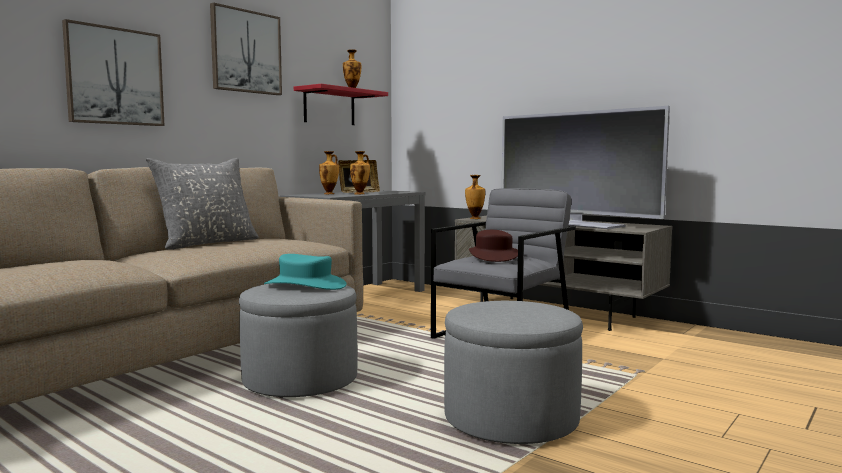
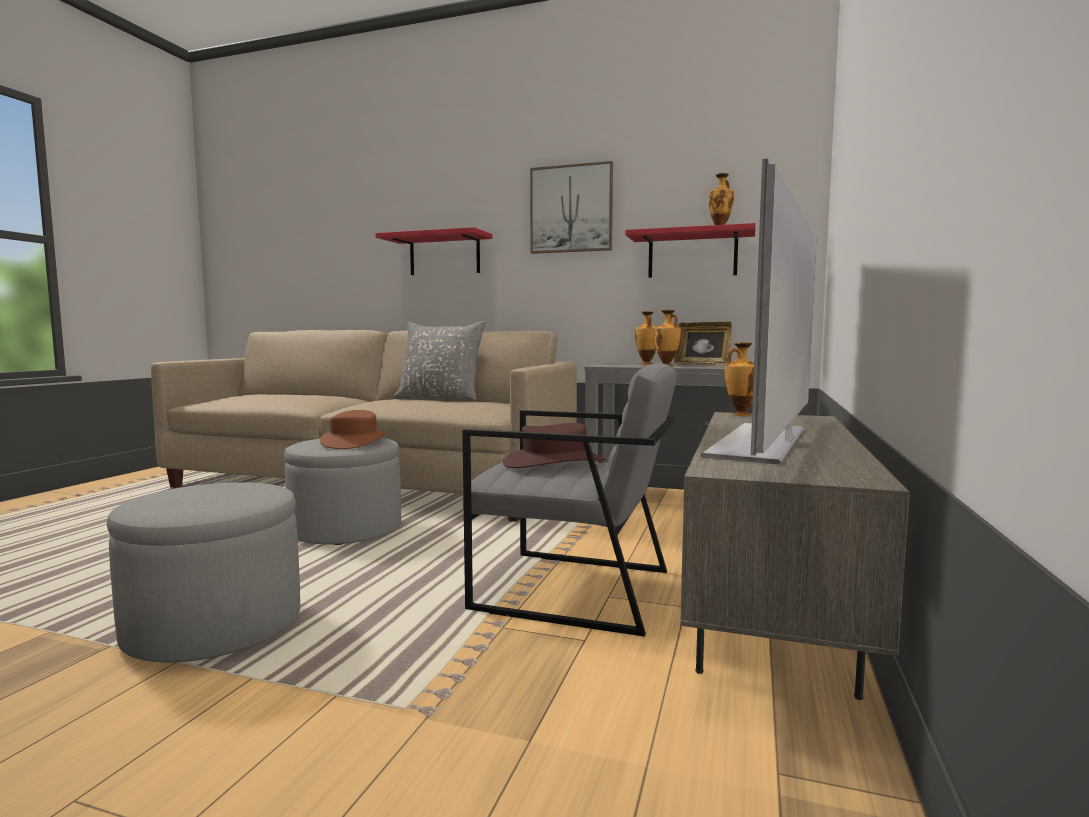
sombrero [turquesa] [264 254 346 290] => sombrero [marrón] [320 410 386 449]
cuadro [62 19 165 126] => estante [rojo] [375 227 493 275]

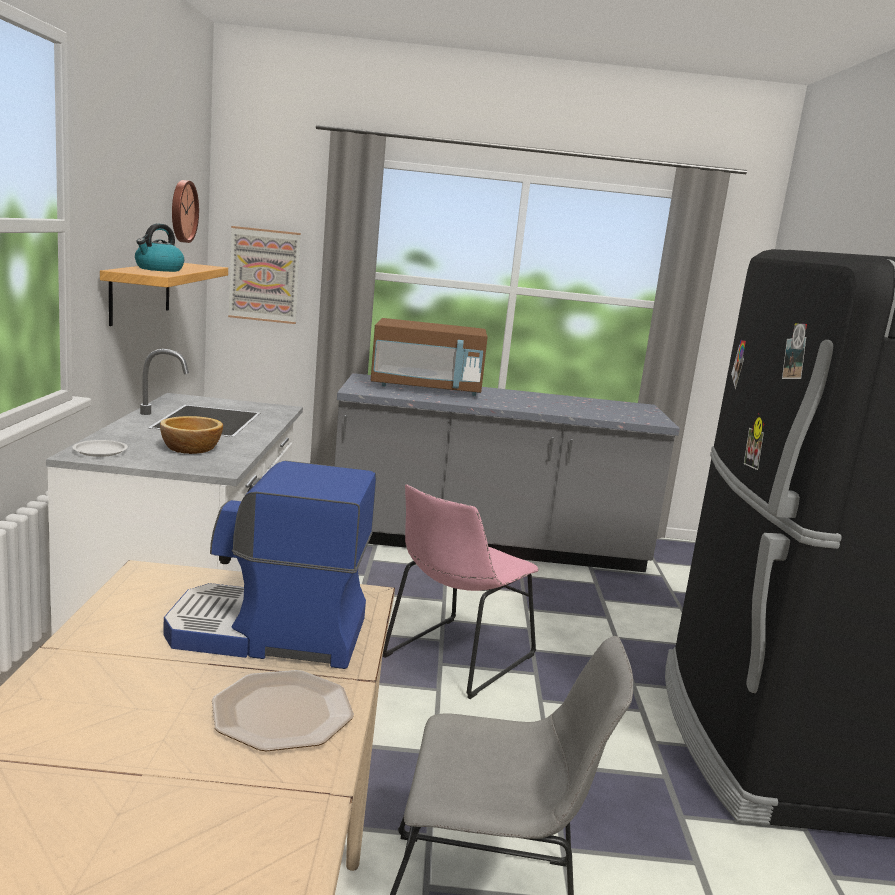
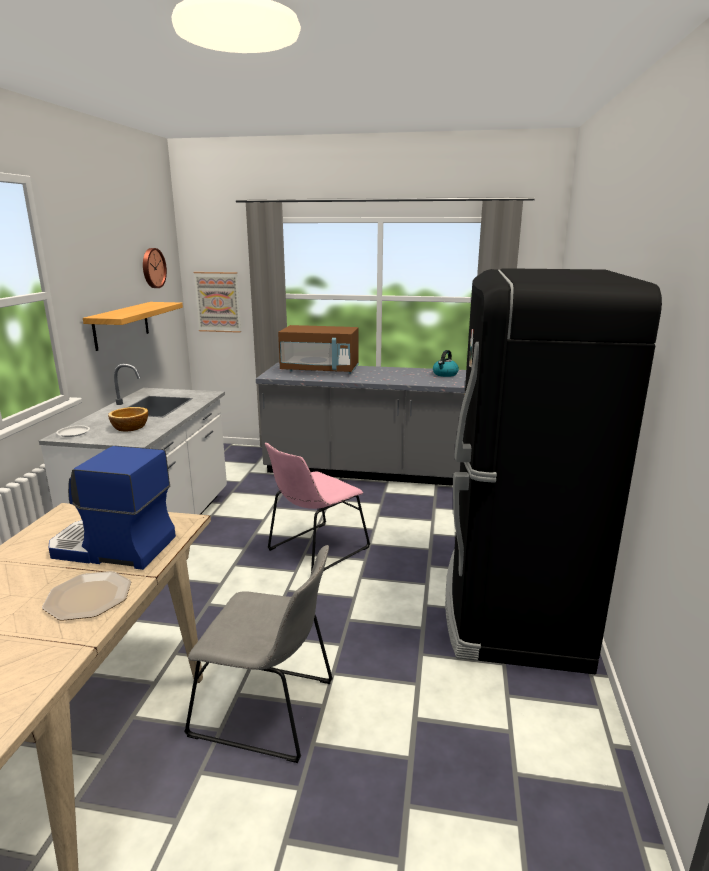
hervidor [135 223 184 272] => hervidor [433 350 459 377], moved

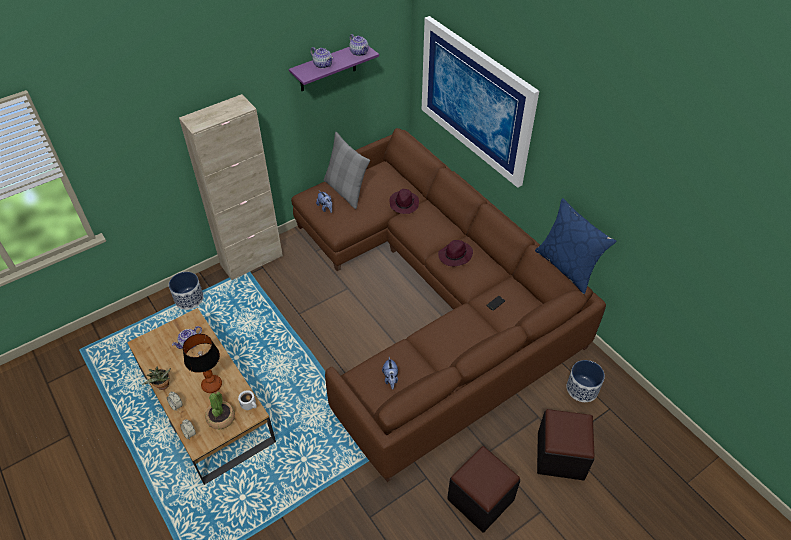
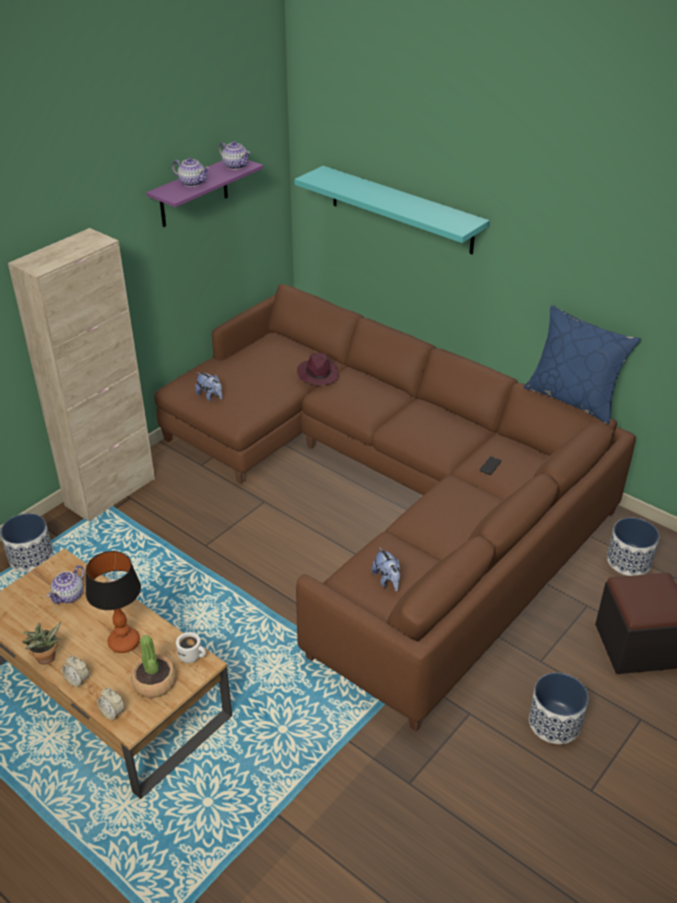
cuadro [422 16 539 188] => estante [turquesa] [294 166 490 254]
puf [negro] [447 446 520 533] => maceta [529 673 588 744]
cojín [gris] [324 132 370 209] => nothing
sombrero [morado] [438 240 473 266] => nothing

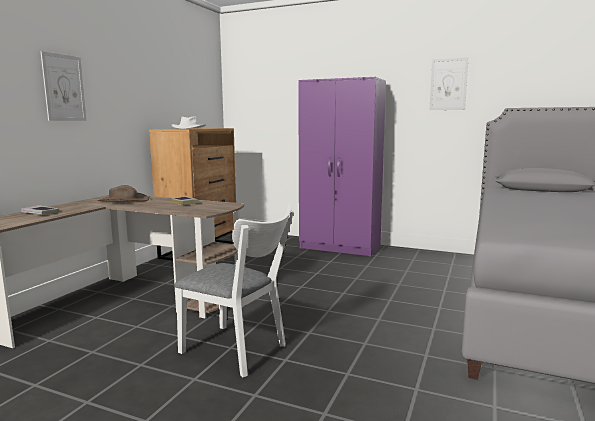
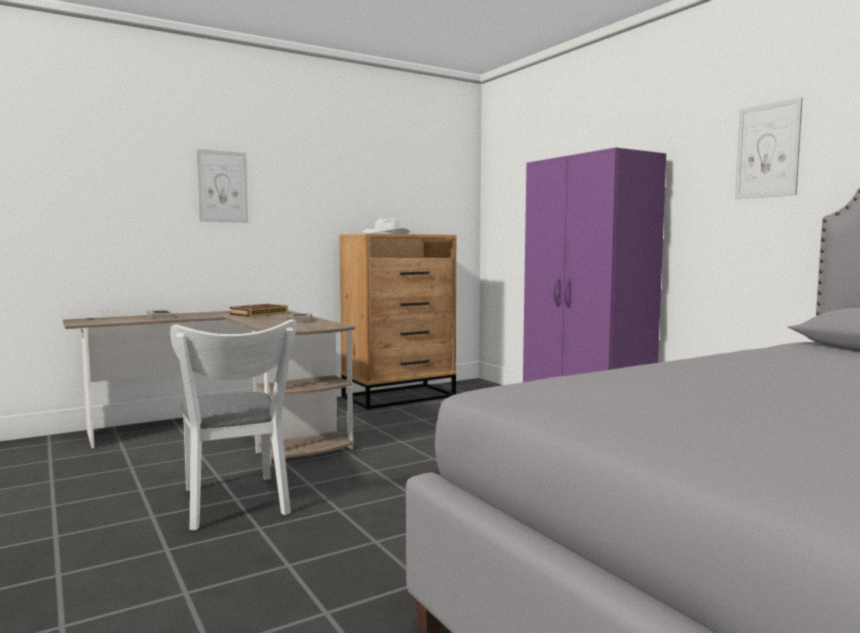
sombrero [marrón] [97 185 149 201] => libro [229 304 288 317]

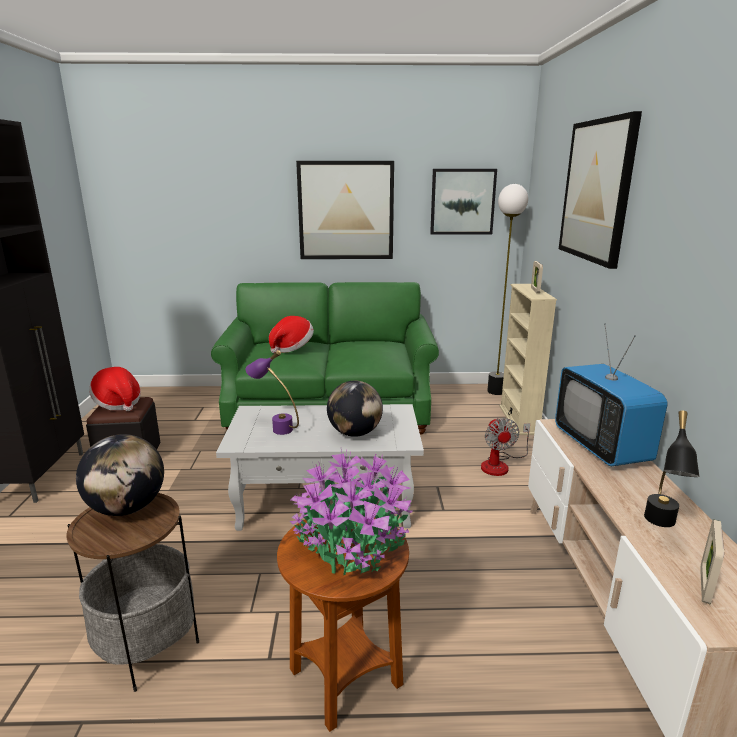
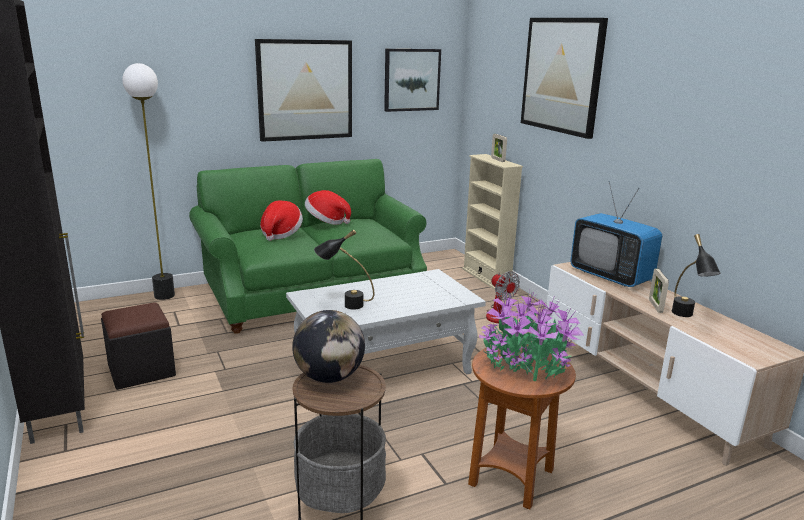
lámpara de pie [487 184 528 395] => lámpara de pie [122 63 175 300], moved
sombrero [89 367 141 411] => sombrero [305 190 351 225], moved
lámpara de mesa [morado] [246 350 299 435] => lámpara de mesa [negro] [314 230 374 310]
portarretratos [700 519 724 604] => portarretratos [649 269 669 313], moved
globo terráqueo [327 381 383 437] => nothing

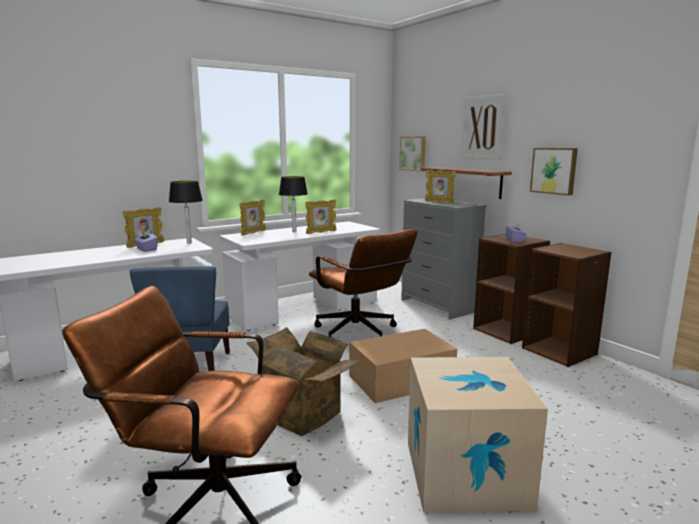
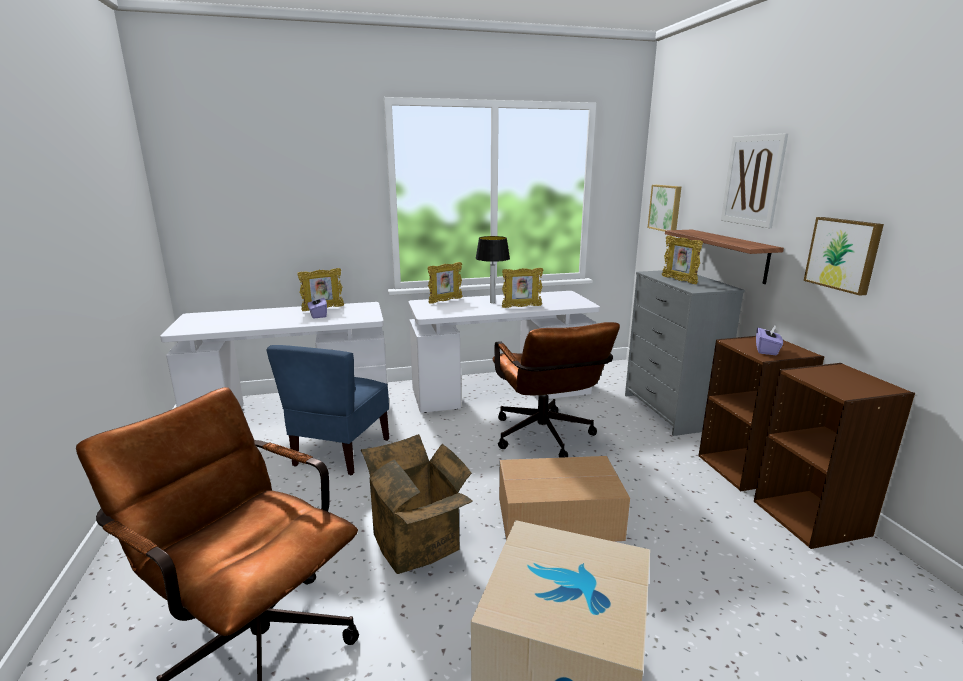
lámpara de mesa [169 181 203 244] => nothing

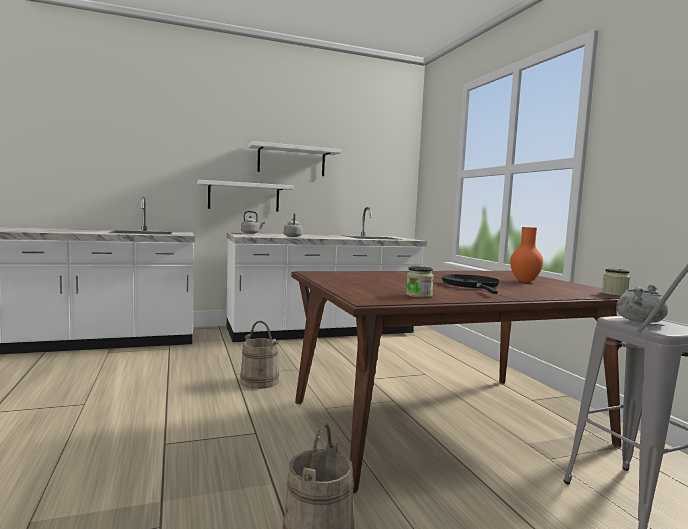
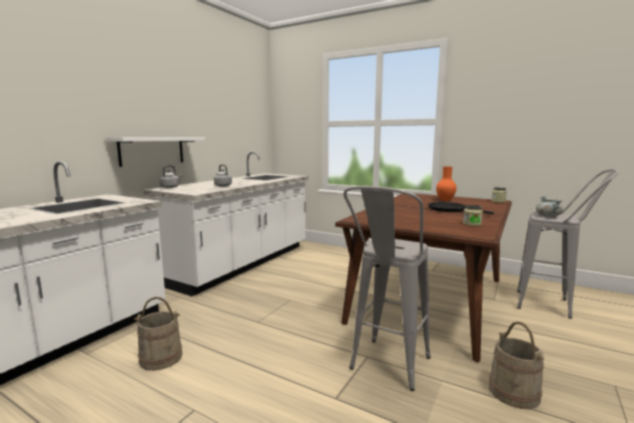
cubo [beis] [240 321 279 389] => cubo [beis] [134 297 182 371], moved
nothing => taburete [gris] [343 186 431 391]
estante [blanco] [248 141 341 176] => nothing

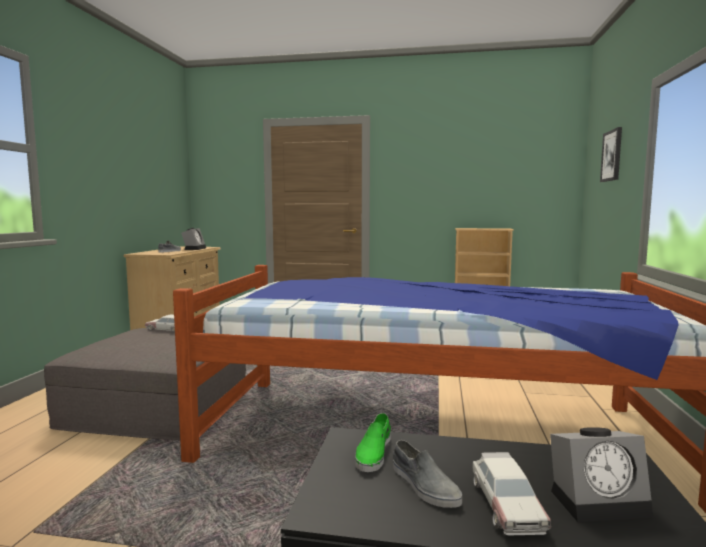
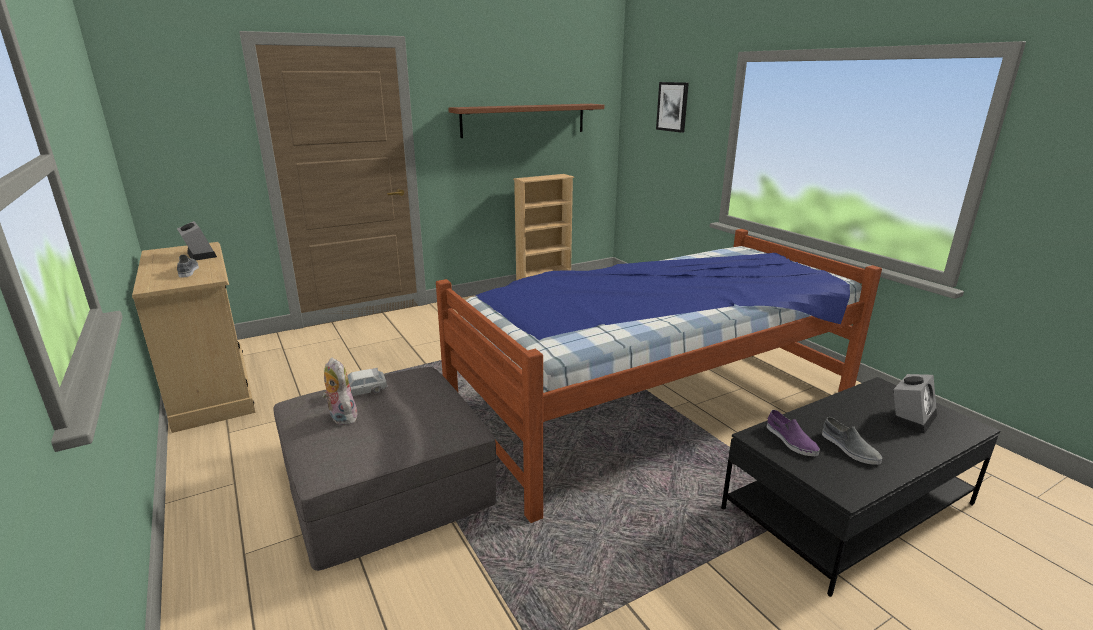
nothing => peluche [322 357 357 425]
nothing => estante [marrón] [448 104 604 138]
zapato [verde] [355 413 391 472] => zapato [morado] [767 410 820 456]
zapato [gris] [393 440 462 508] => zapato [gris] [822 417 882 465], 45 degrees clockwise
coche de juguete [472 452 551 535] => nothing

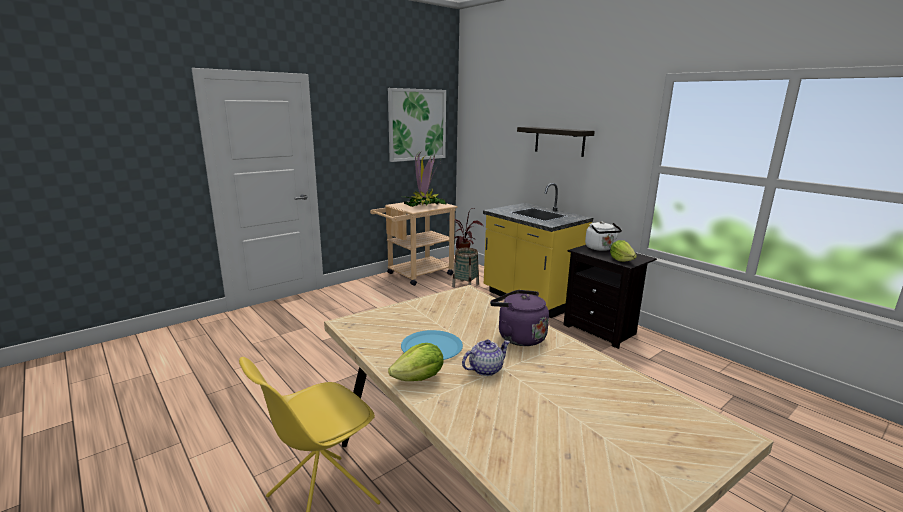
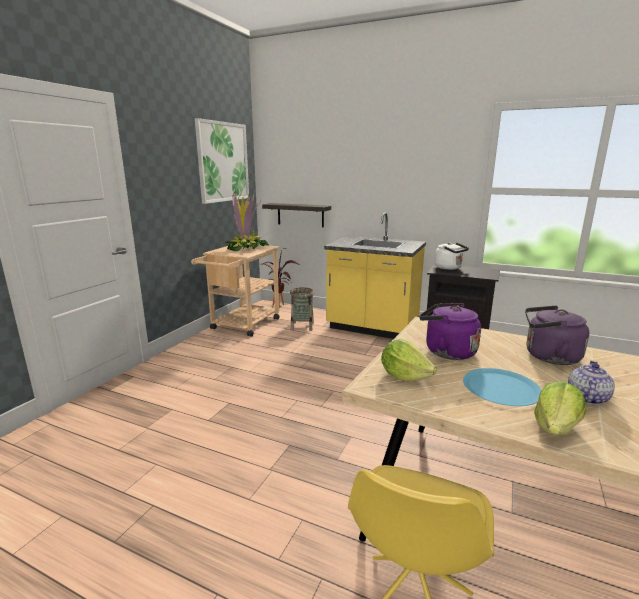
estante [517 127 595 157] => estante [262 203 331 227], moved
lechuga [610 240 637 262] => lechuga [381 339 437 381], moved
nothing => hervidor [morado] [419 303 481 360]

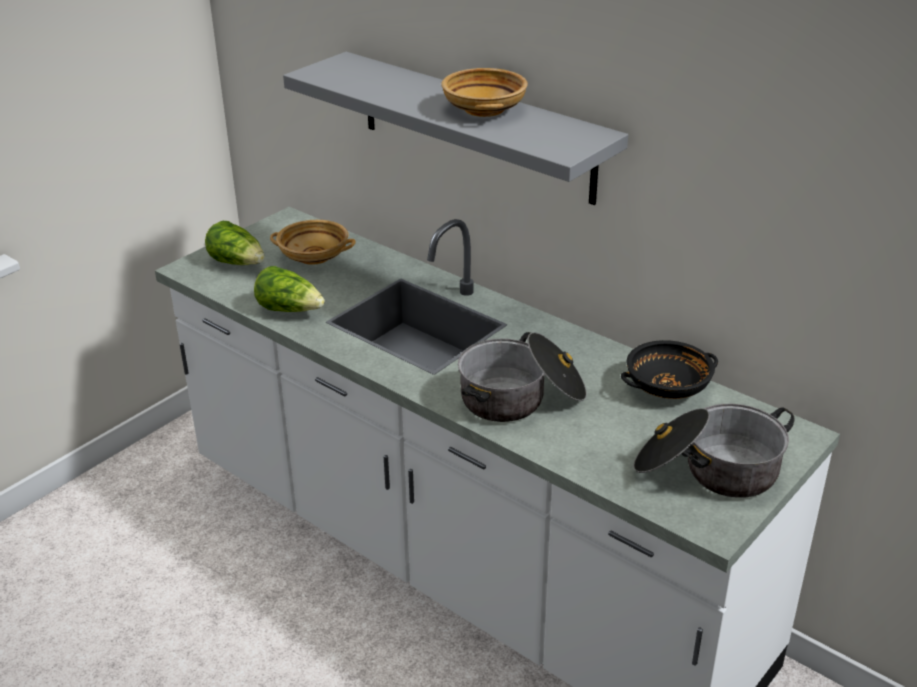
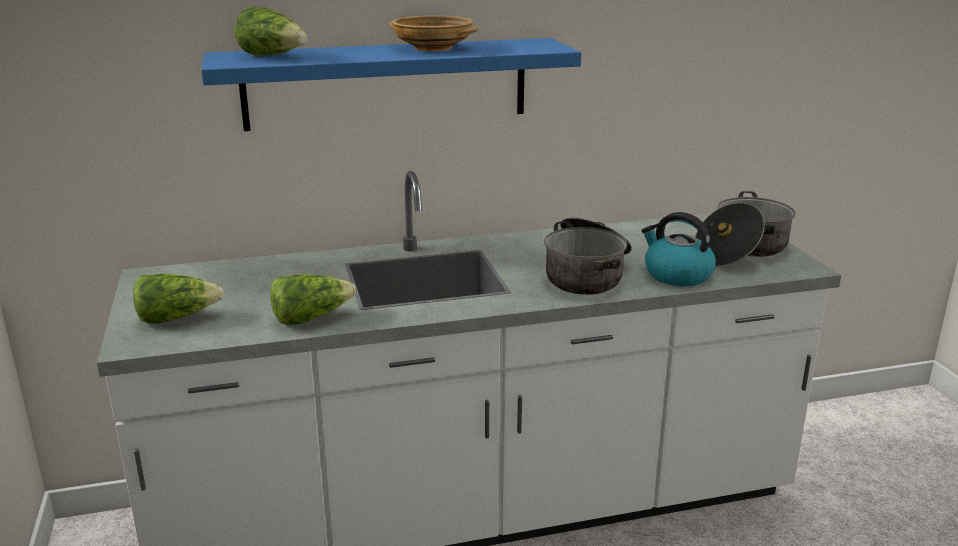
estante [gris] [283 52 628 205] => estante [azul] [201 38 581 131]
nothing => lechuga [234 6 307 56]
nothing => hervidor [642 212 716 286]
cuenco [beis] [270 220 356 265] => nothing
cuenco [negro] [621 340 718 399] => nothing

